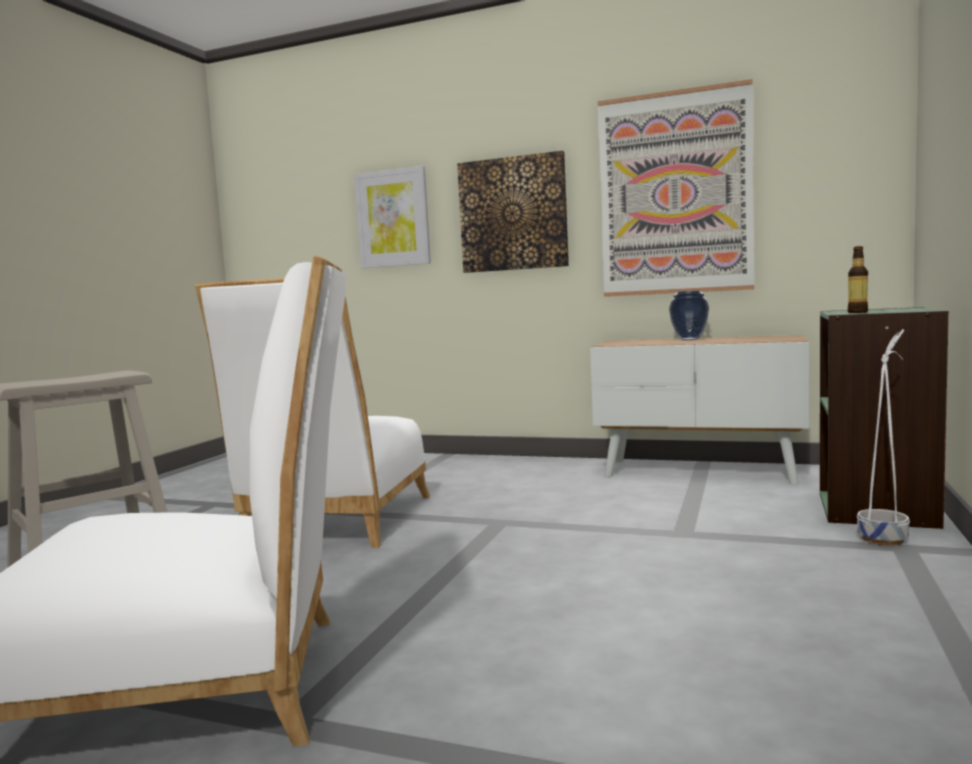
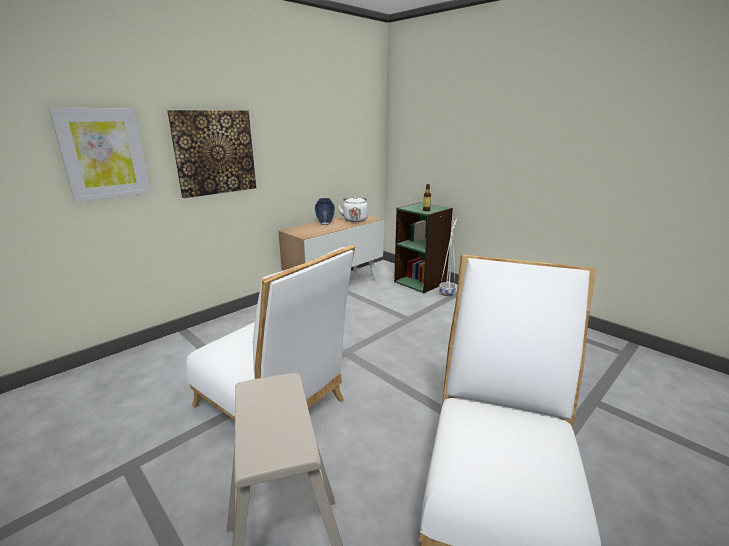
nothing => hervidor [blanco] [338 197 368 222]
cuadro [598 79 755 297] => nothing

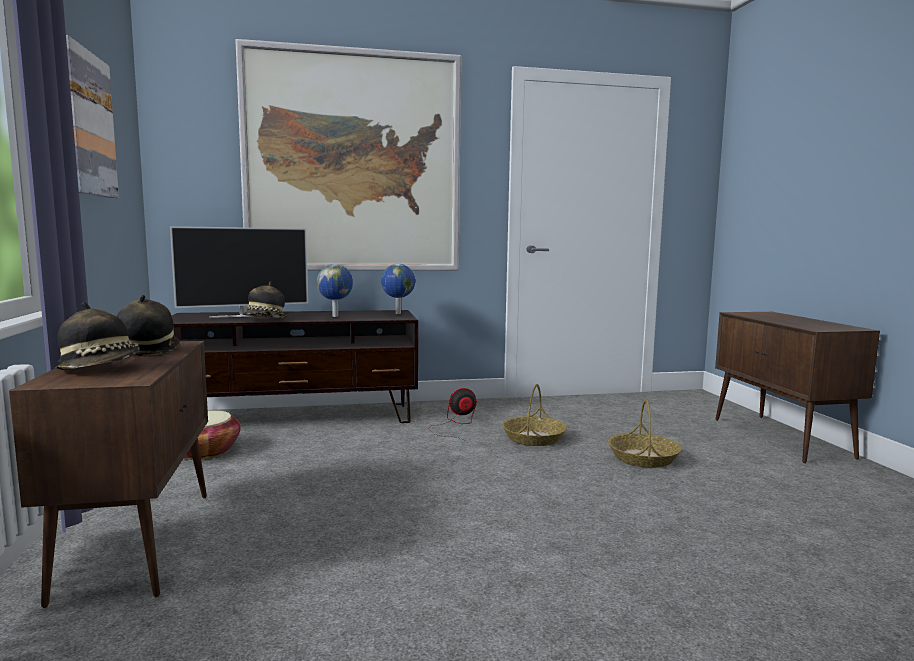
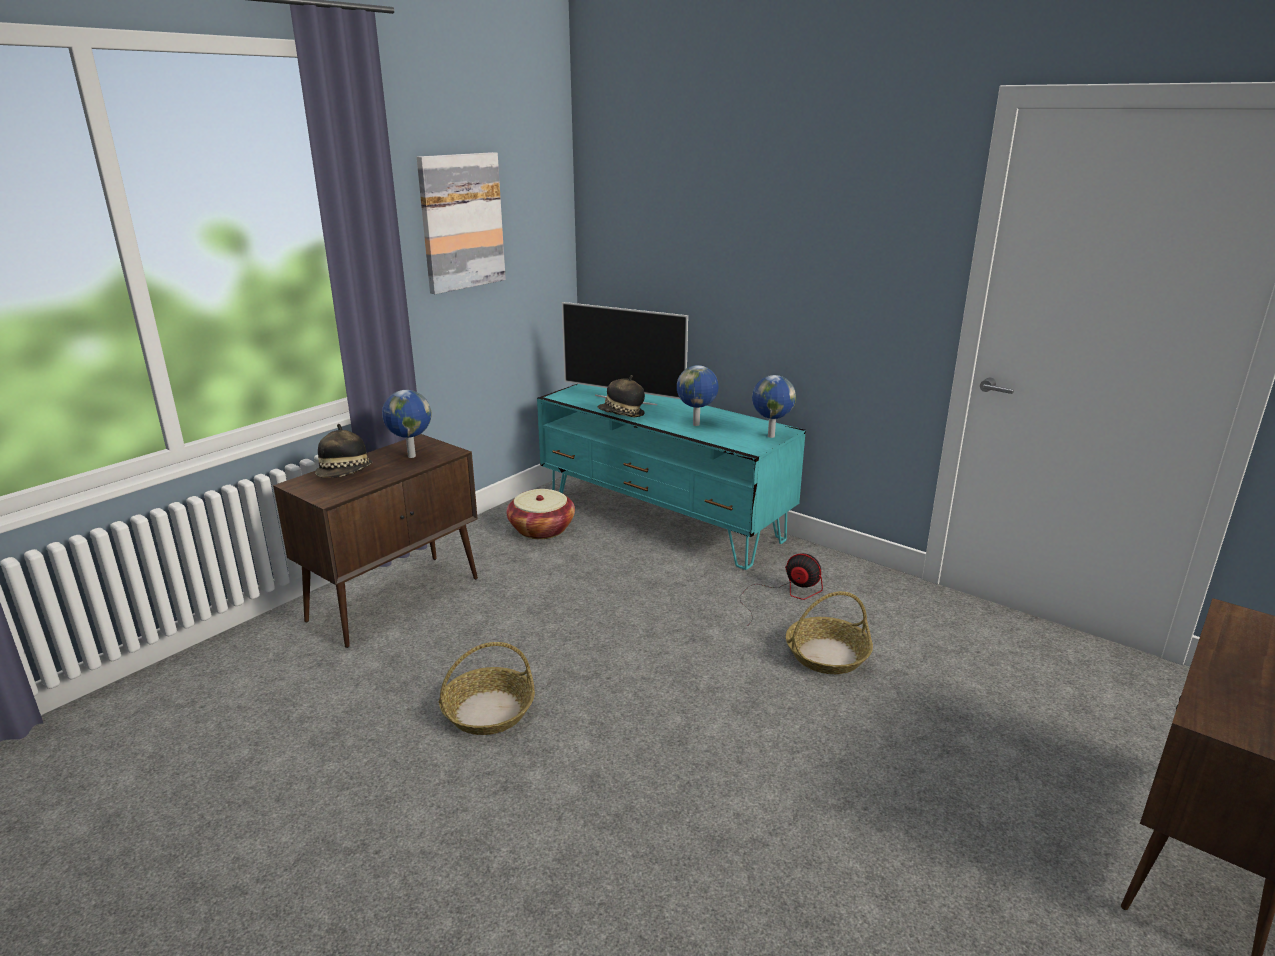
sombrero [117 295 180 356] => globo terráqueo [382 390 431 458]
cesta [608 399 682 468] => cesta [439 642 535 735], moved
mueble de televisión [marrón] [172 310 418 423] => mueble de televisión [turquesa] [537 384 806 570]
cuadro [235 39 461 271] => nothing

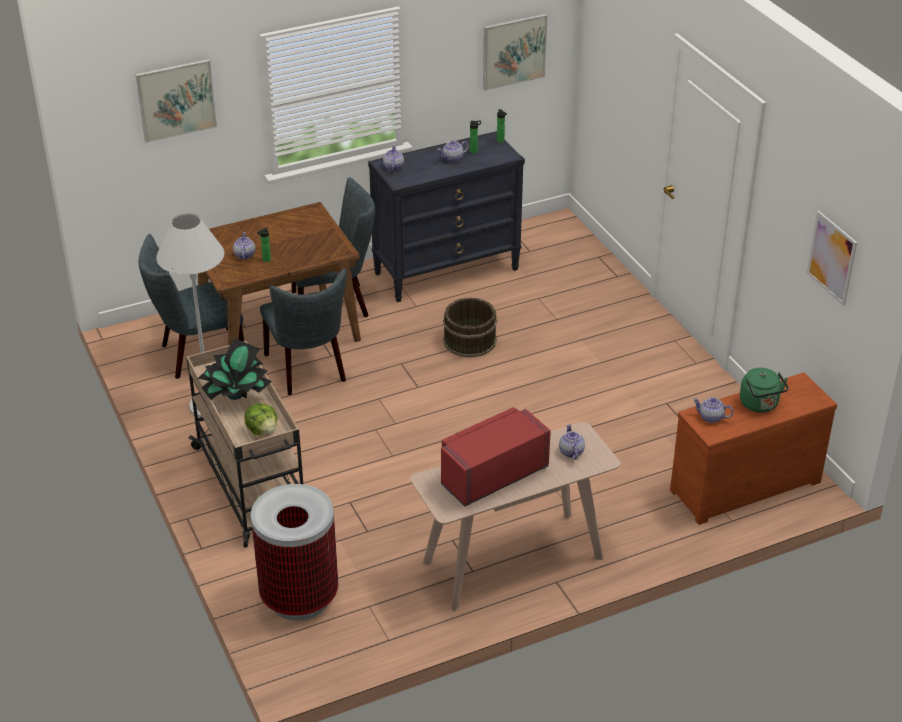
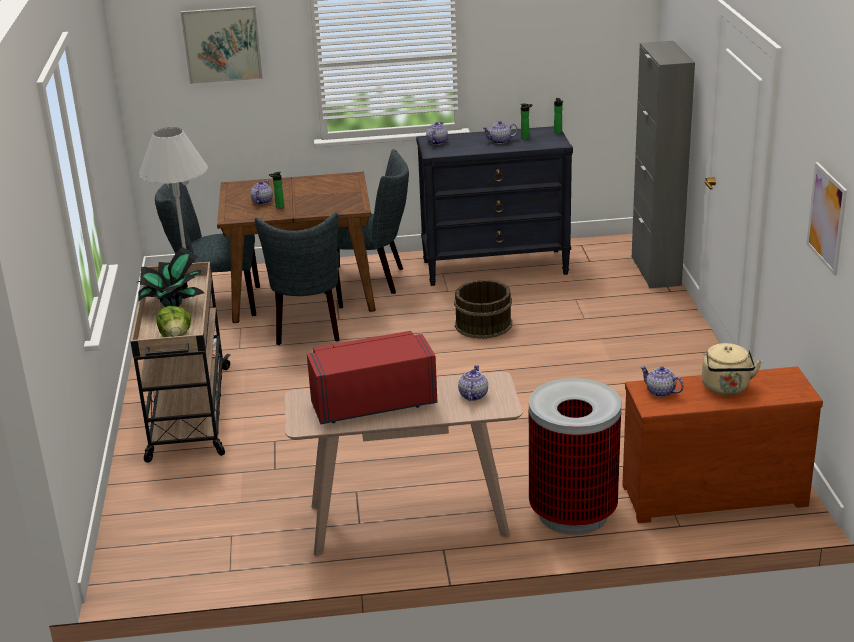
papelera [251 484 338 620] => papelera [529 378 622 535], moved
nothing => armario [gris] [632 41 695 288]
hervidor [verde] [740 368 789 413] => hervidor [beis] [702 343 762 395]
cuadro [483 14 548 91] => nothing

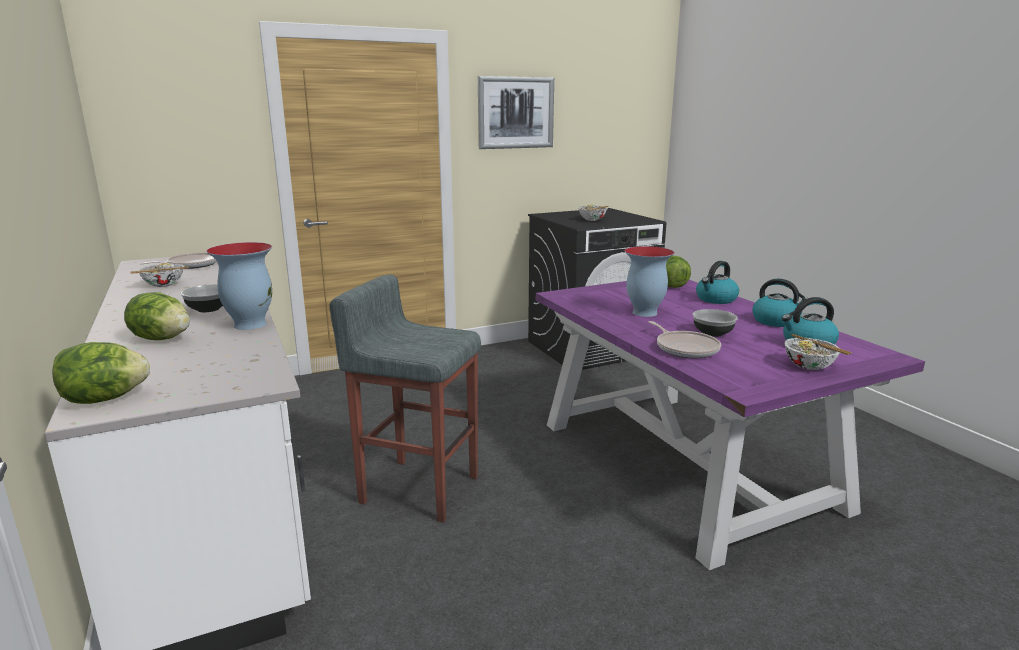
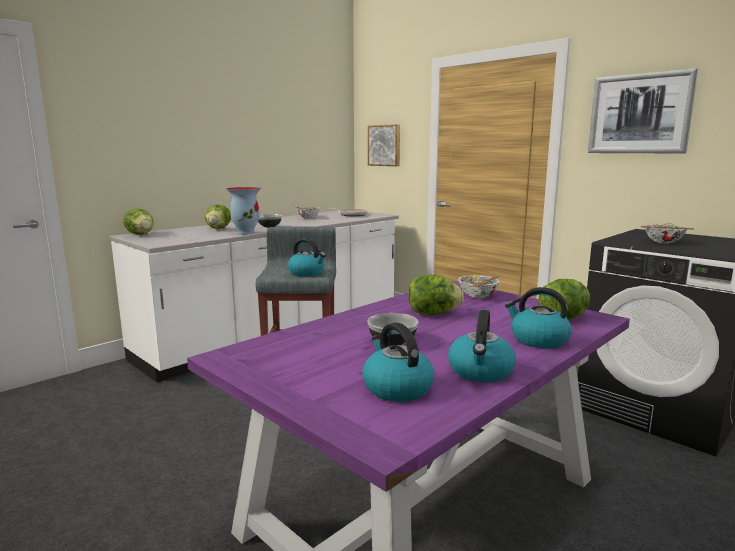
nothing => hervidor [288 239 326 276]
nothing => cuadro [368 124 400 166]
florero [625 246 674 317] => lechuga [409 275 464 315]
cuenco [784 334 852 370] => cuenco [458 275 500 298], moved
sartén [648 321 721 358] => nothing

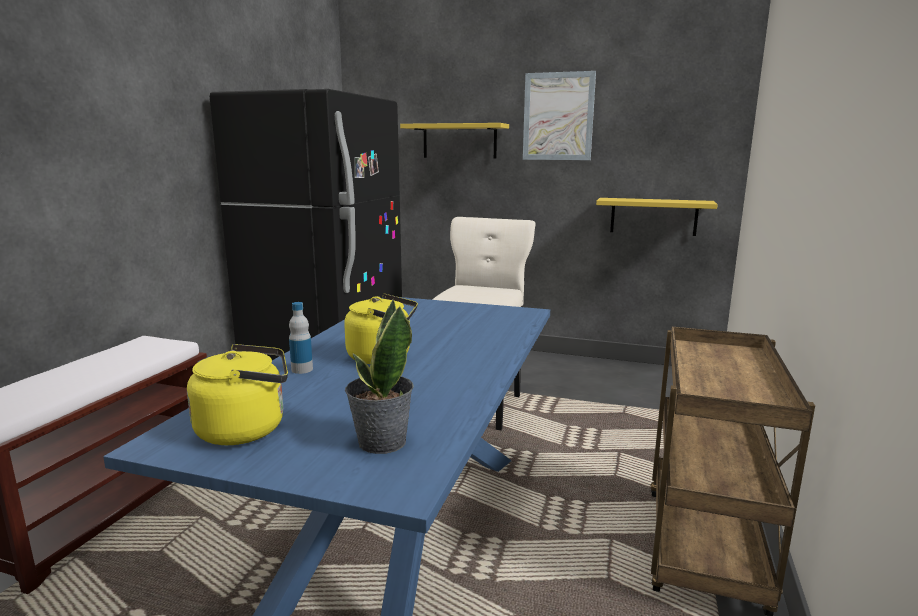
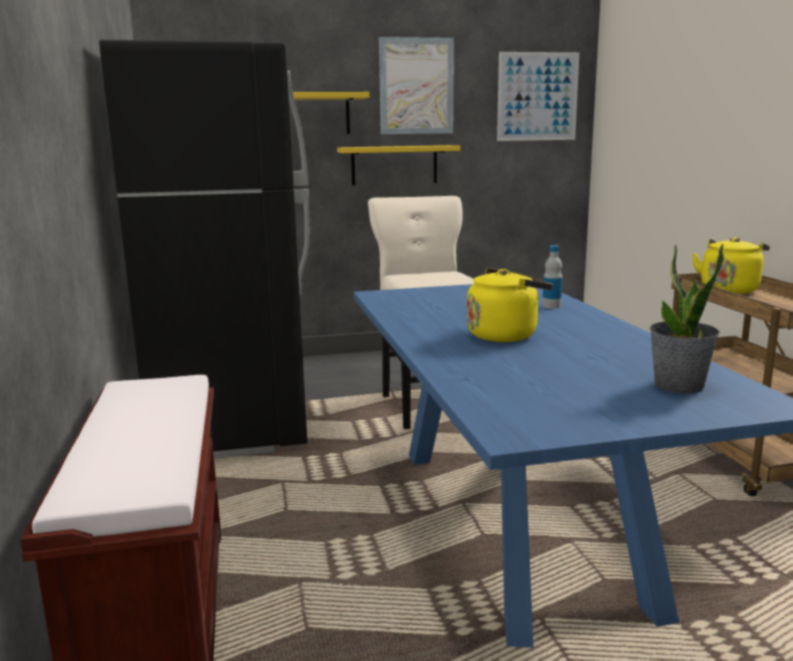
estante [amarillo] [596 198 718 236] => estante [amarillo] [337 145 460 185], moved
nothing => cuadro [497 52 579 141]
botella [289 302 313 374] => botella [542 245 563 308], moved
hervidor [amarillo] [187 344 288 445] => hervidor [amarillo] [692 237 770 294], moved

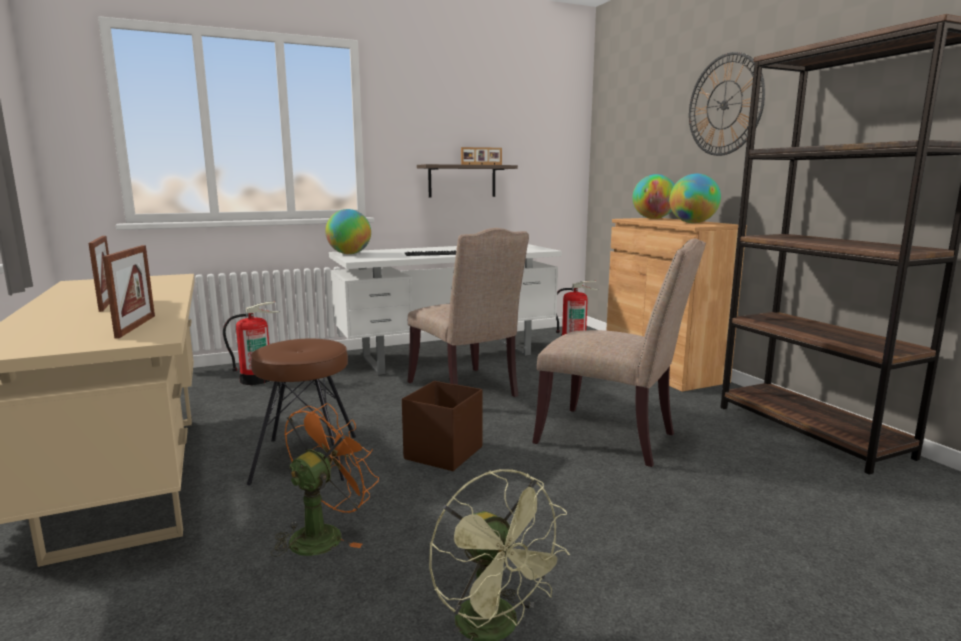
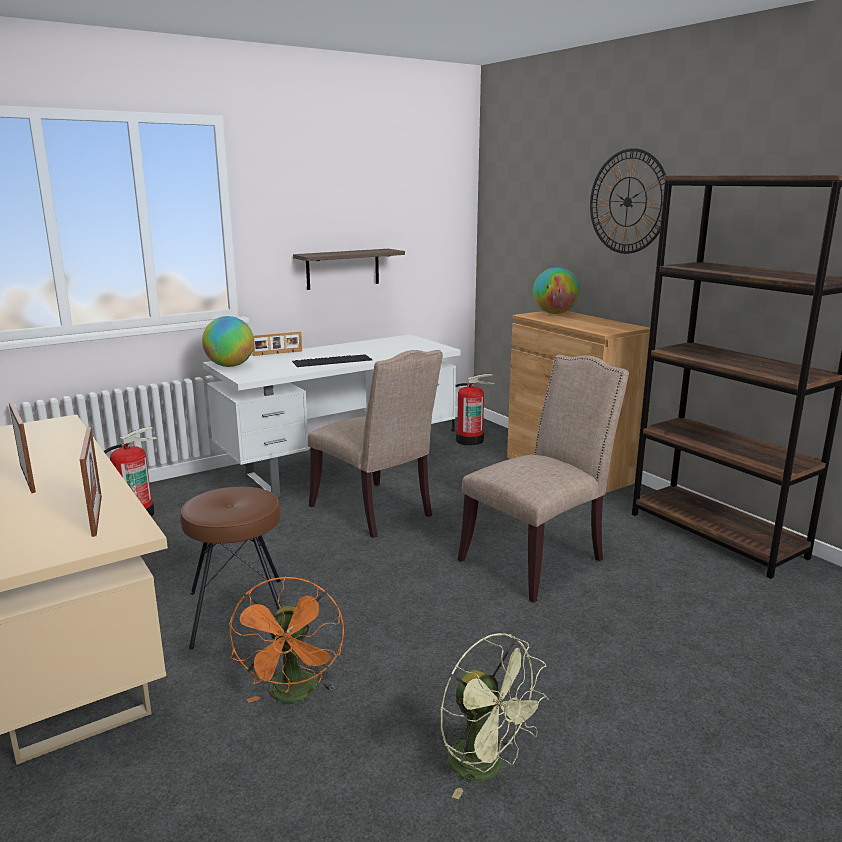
ventilador [naranja] [271 403 379 557] => ventilador [naranja] [229 576 344 703], 150 degrees clockwise
portarretratos [461 147 502 165] => portarretratos [252 331 302 356], moved
silla [beis] [532 238 706 467] => silla [beis] [458 354 629 603], 60 degrees counterclockwise
caja de almacenaje [marrón] [402 381 482 471] => nothing
globo terráqueo [669 174 721 223] => nothing

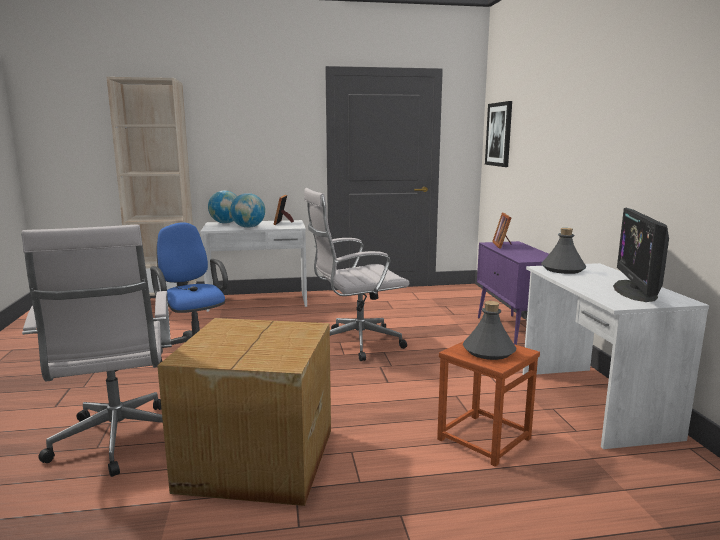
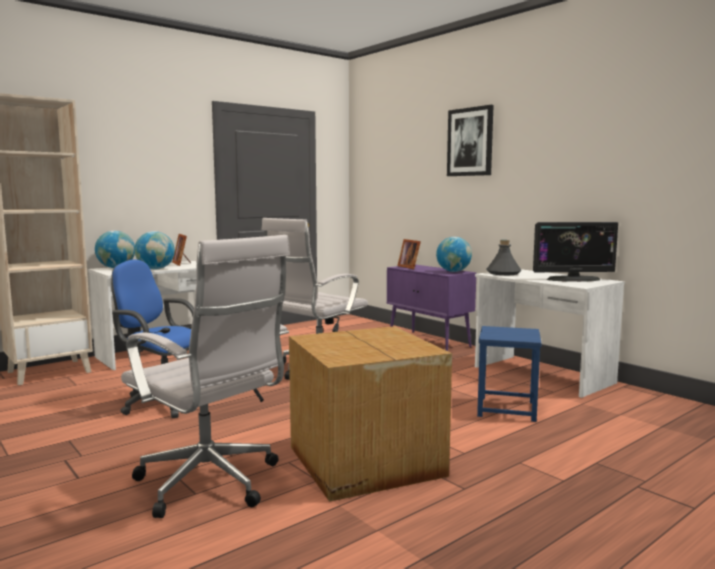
nothing => globo terráqueo [436 237 472 272]
cuadro [485 101 512 167] => cuadro [447 105 494 176], moved
taburete [marrón] [437 341 540 467] => taburete [azul] [477 326 542 422]
monitor [613 208 669 302] => monitor [533 222 618 282], 75 degrees counterclockwise
botella [gris] [463 301 516 360] => nothing

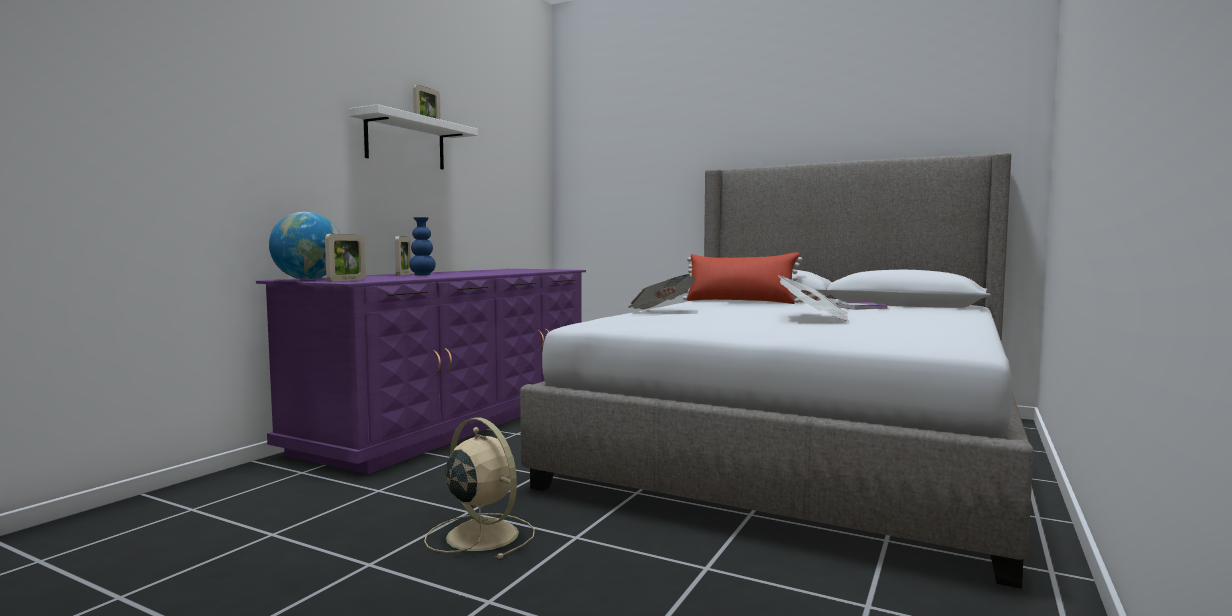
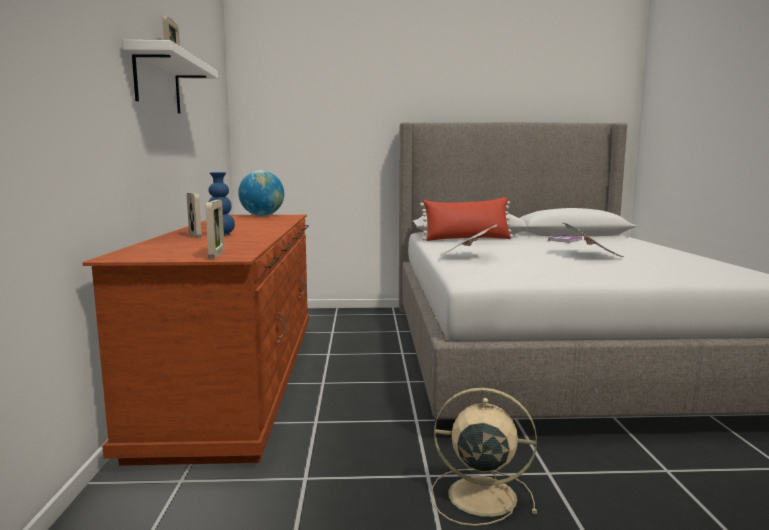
cómoda [morado] [256 269 586 474] => cómoda [marrón] [83 215 309 466]
globo terráqueo [269 212 340 280] => globo terráqueo [238 170 284 216], moved

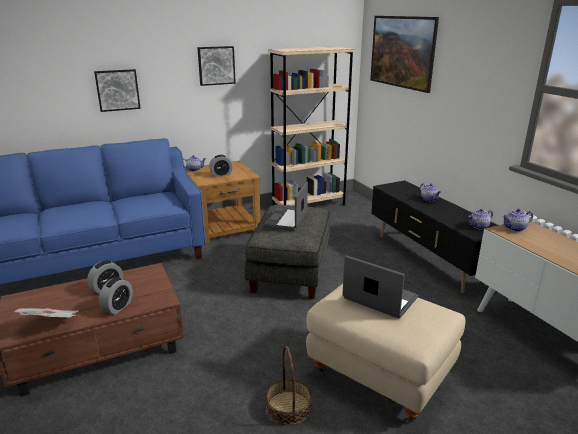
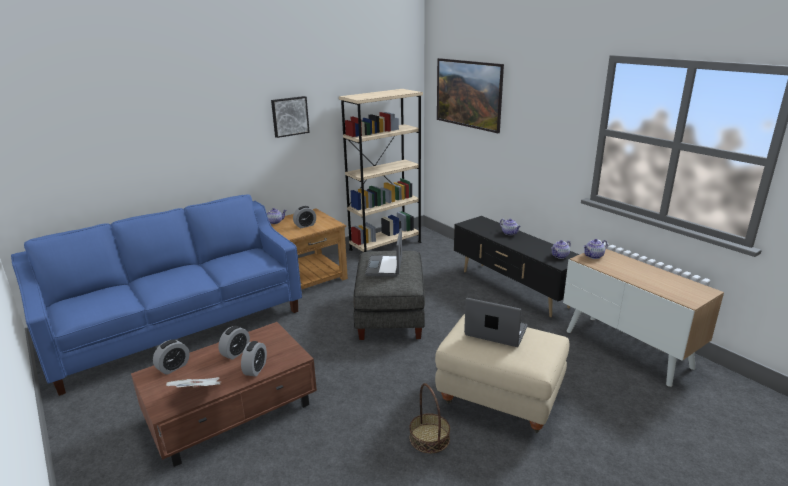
nothing => despertador [153 339 189 375]
cuadro [94 69 141 112] => nothing

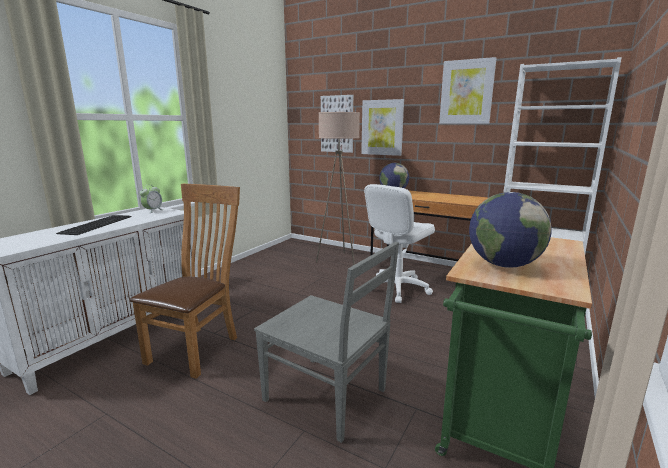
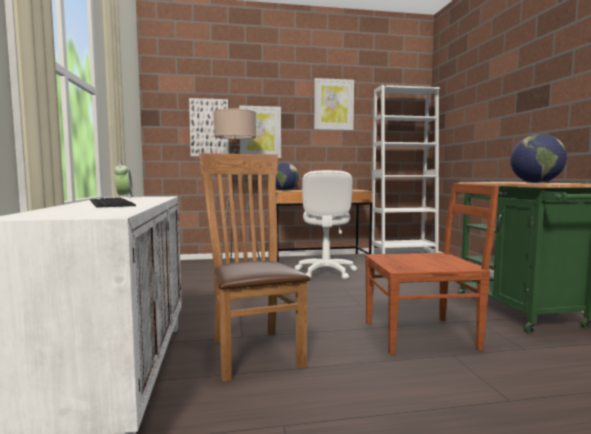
silla [gris] [254 242 399 443] => silla [marrón] [365 183 499 355]

